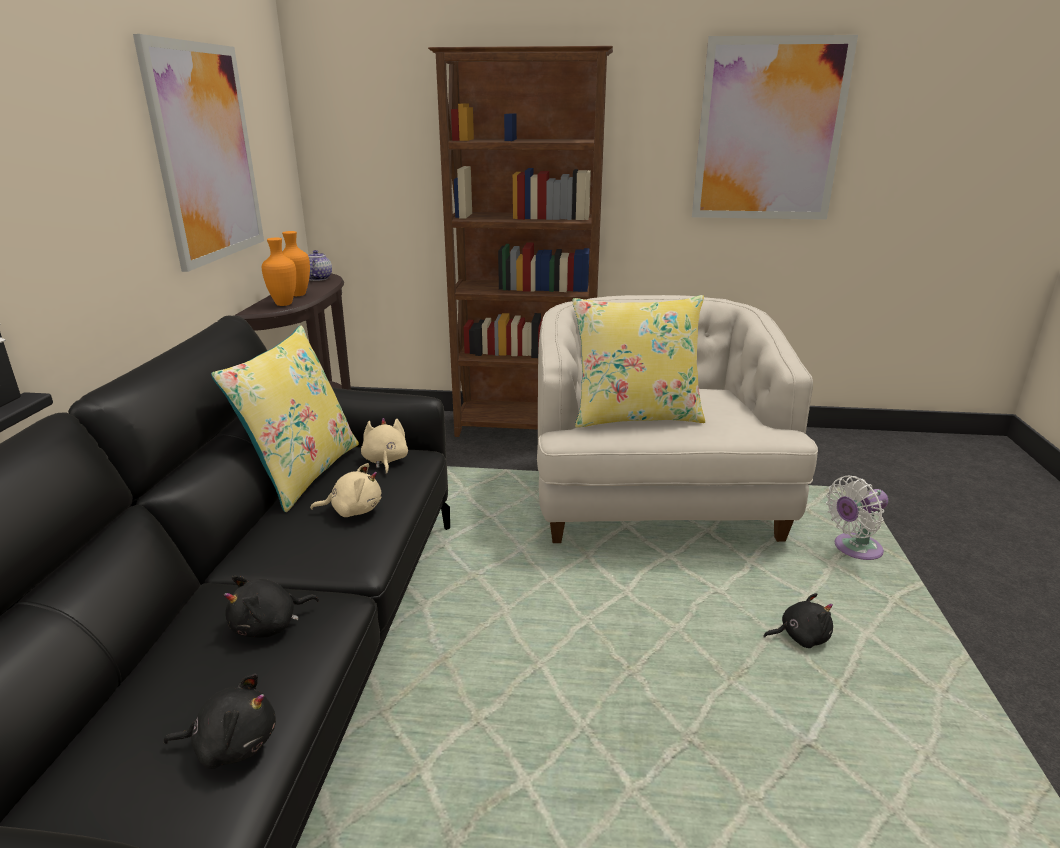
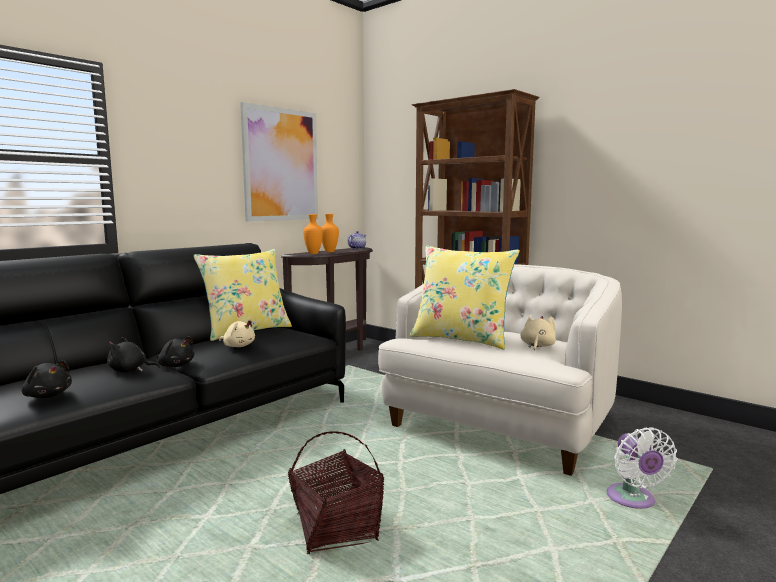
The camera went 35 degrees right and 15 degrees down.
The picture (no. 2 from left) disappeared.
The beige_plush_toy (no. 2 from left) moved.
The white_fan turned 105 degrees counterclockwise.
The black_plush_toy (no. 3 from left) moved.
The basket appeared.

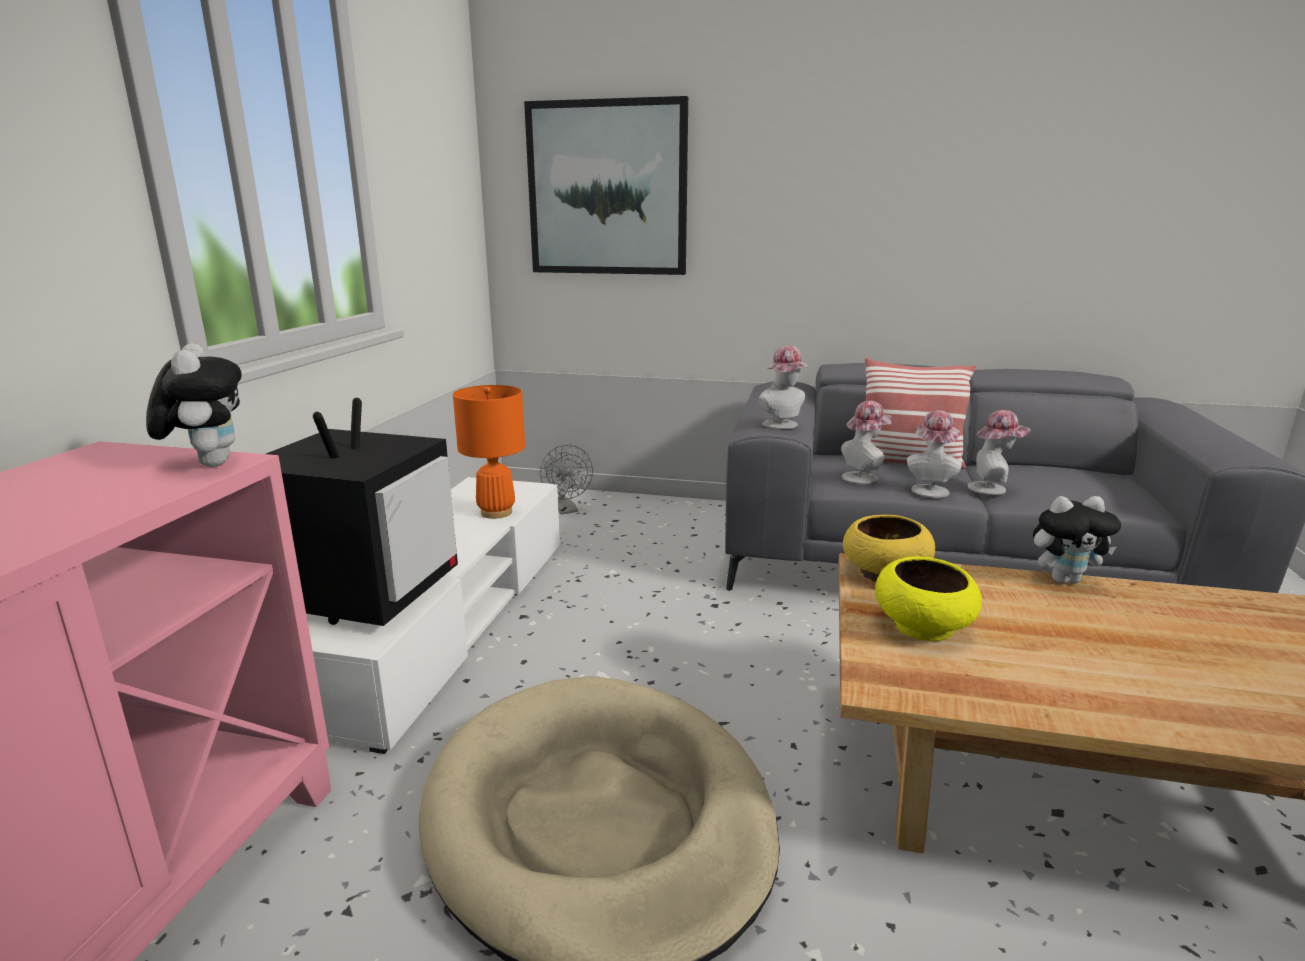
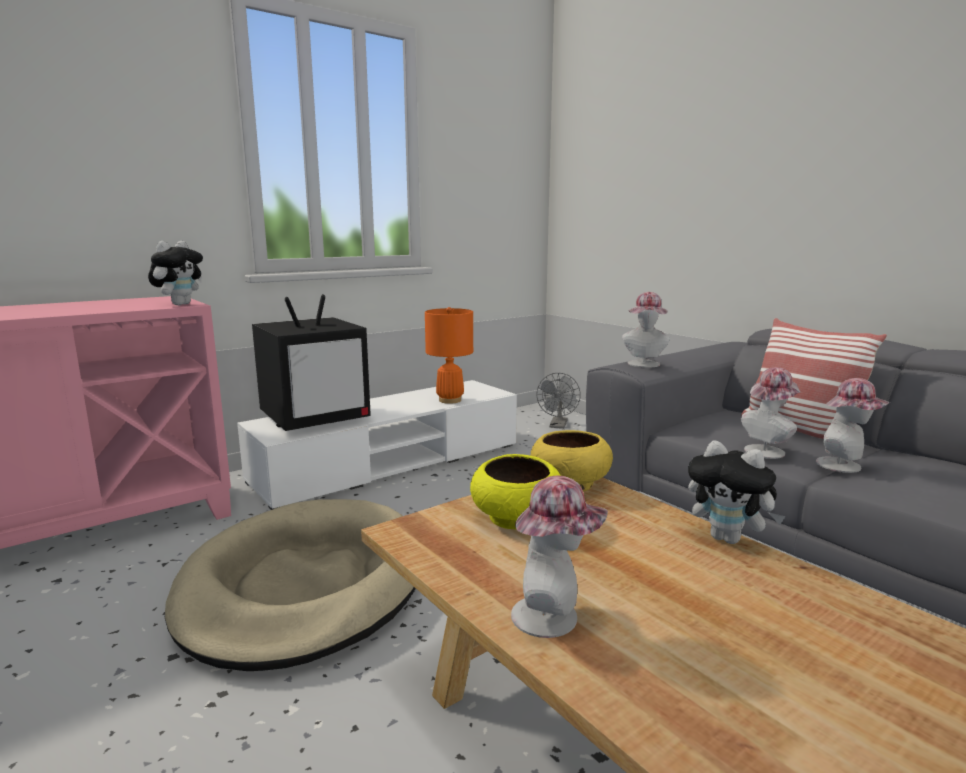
The camera went 40 degrees right and 5 degrees down.
The picture disappeared.
The hat (no. 2 from left in the first image) moved.

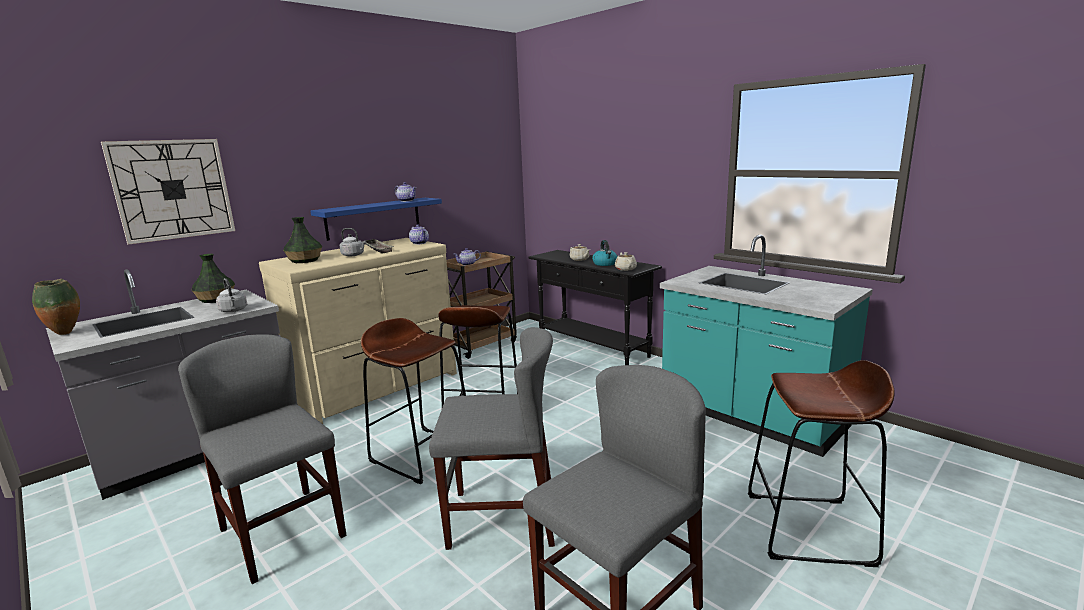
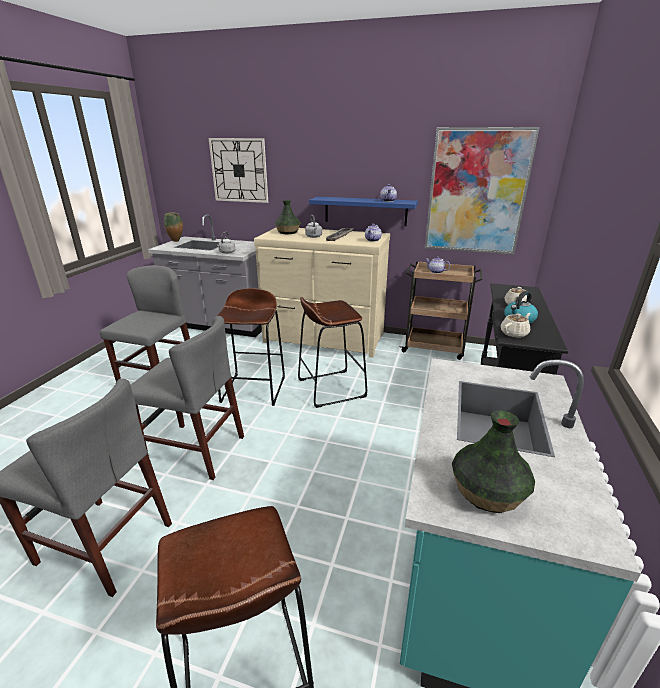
The camera went 60 degrees right and 10 degrees up.
The vase (no. 2 from left in the first image) moved.
The grey_chair (no. 2 from left in the first image) turned 45 degrees counterclockwise.
The picture appeared.

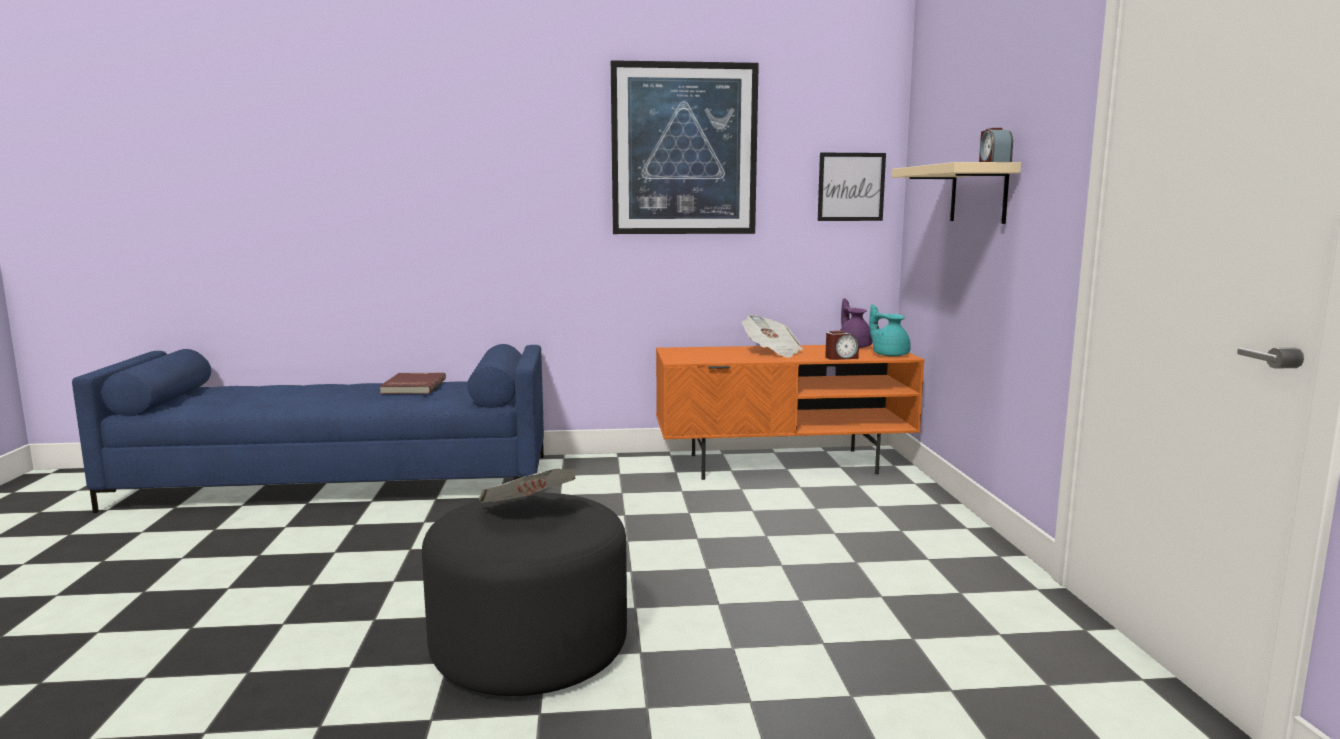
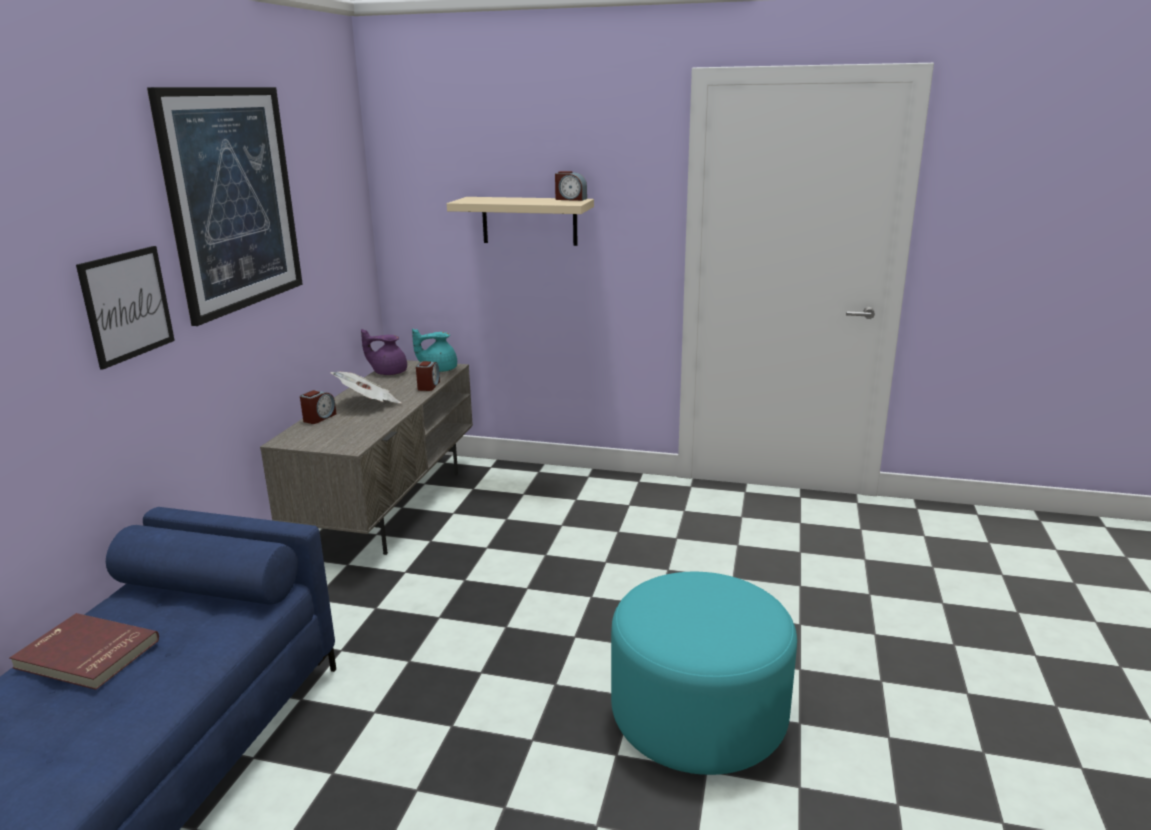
The camera went 70 degrees left and 10 degrees up.
The picture (no. 2 from left in the first image) moved.
The orange_tv_stand became the grey_tv_stand.
The newspaper (no. 1 from left) disappeared.
The black_ottoman became the turquoise_ottoman.
The alarm_clock (no. 1 from left) appeared.

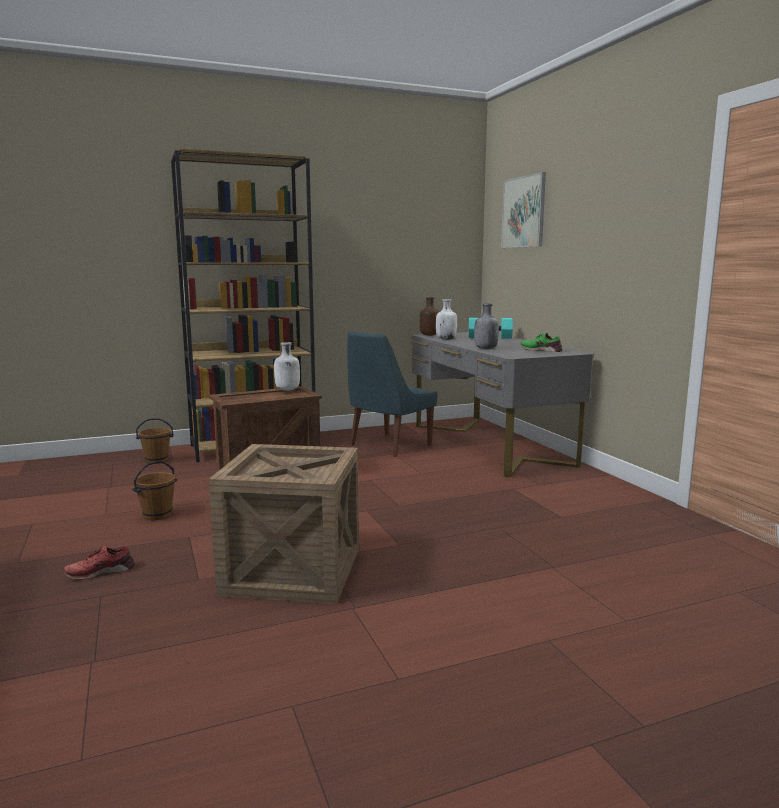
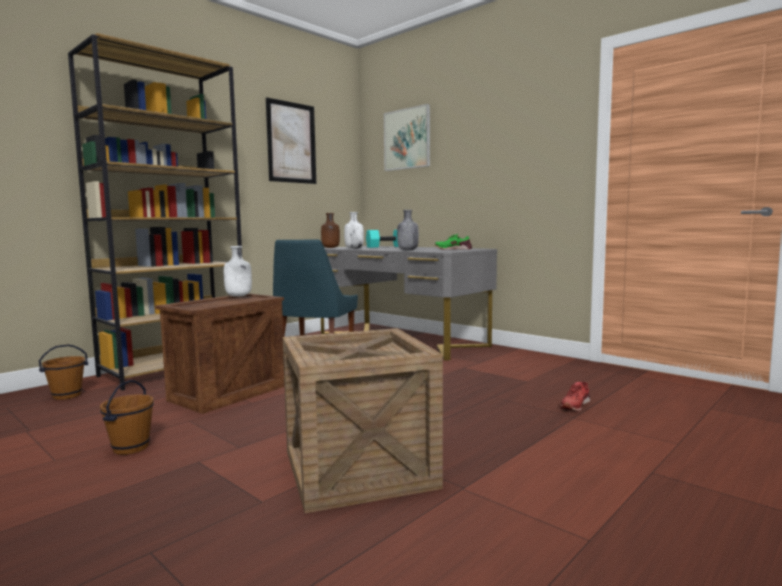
The camera went 25 degrees left and 5 degrees down.
The red_shoe moved.
The picture (no. 1 from left) appeared.

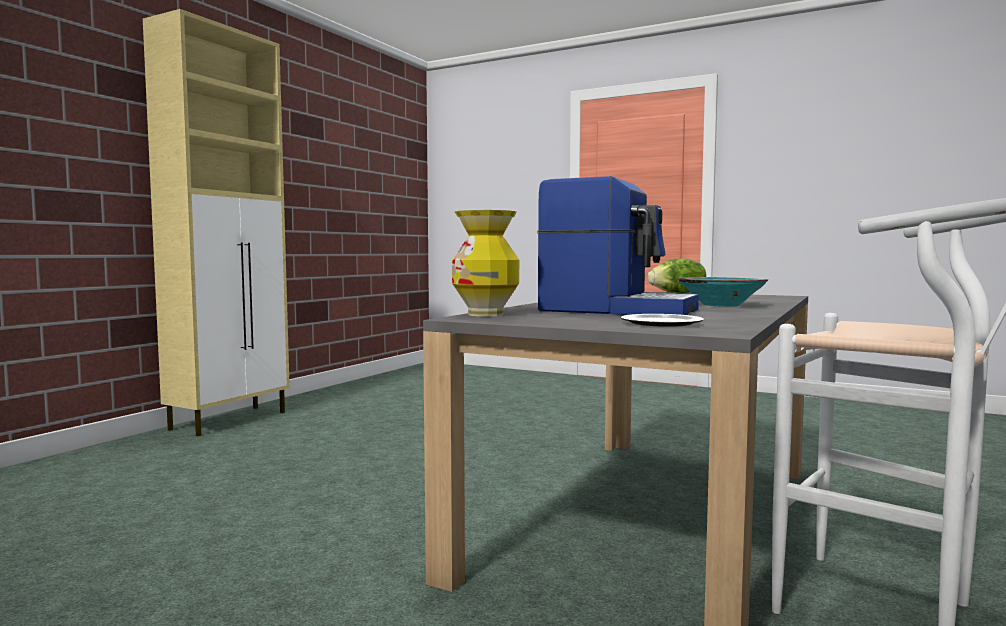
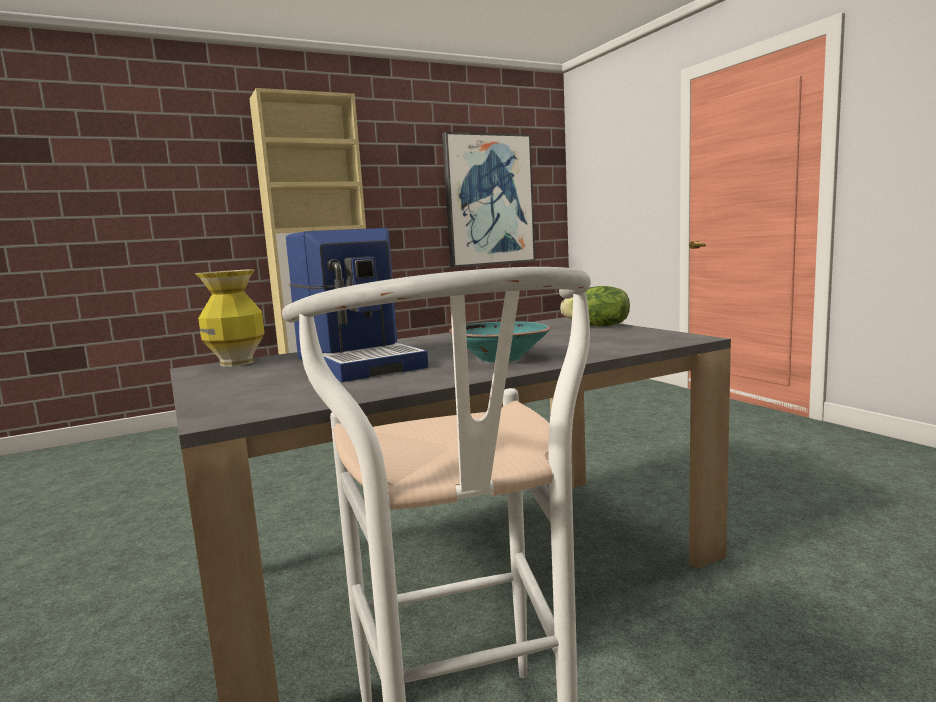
The camera went 35 degrees right and 5 degrees up.
The plate disappeared.
The picture appeared.

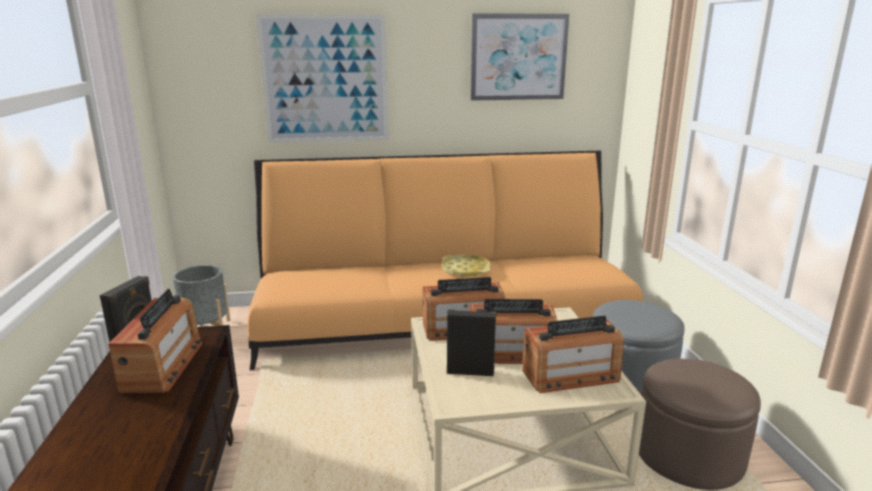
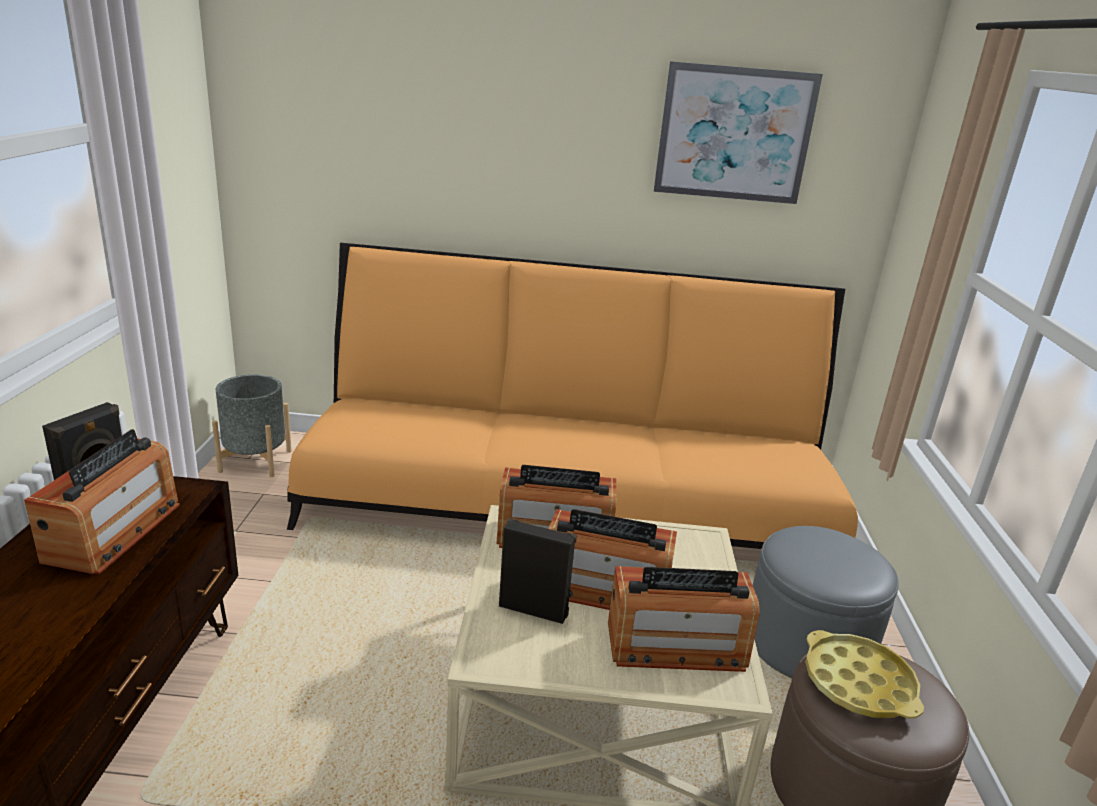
The camera went 10 degrees right and 5 degrees up.
The picture (no. 1 from left) disappeared.
The yellow_tray moved.

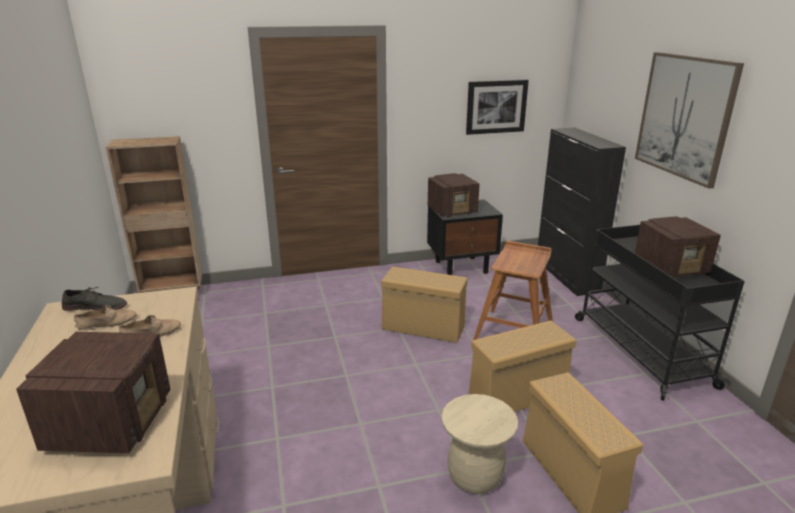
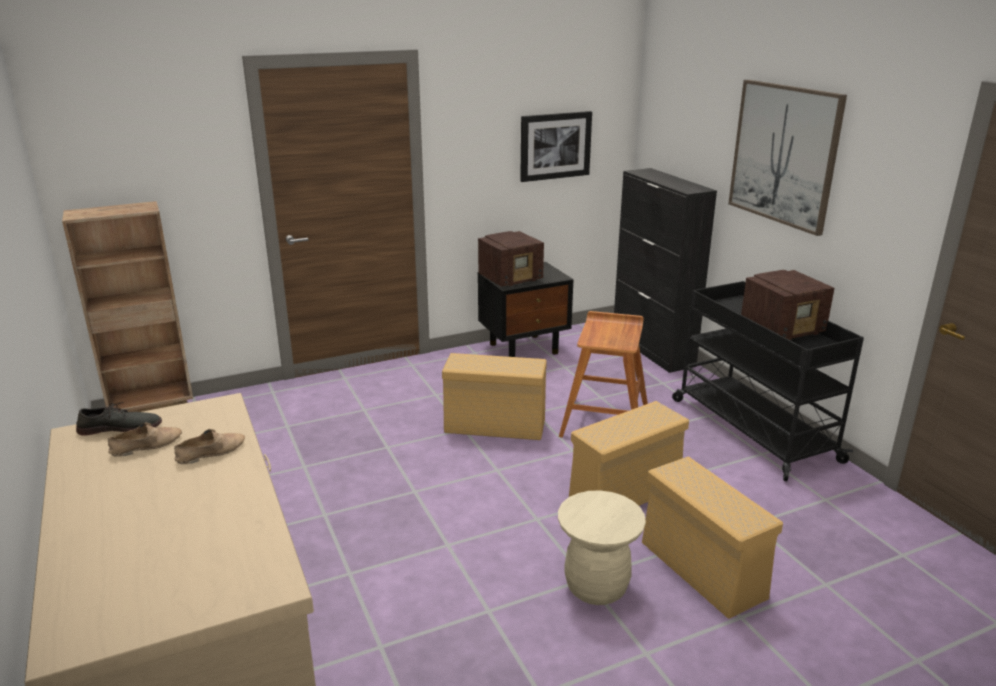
The camera went 10 degrees left and 0 degrees up.
The radio (no. 1 from left) disappeared.

